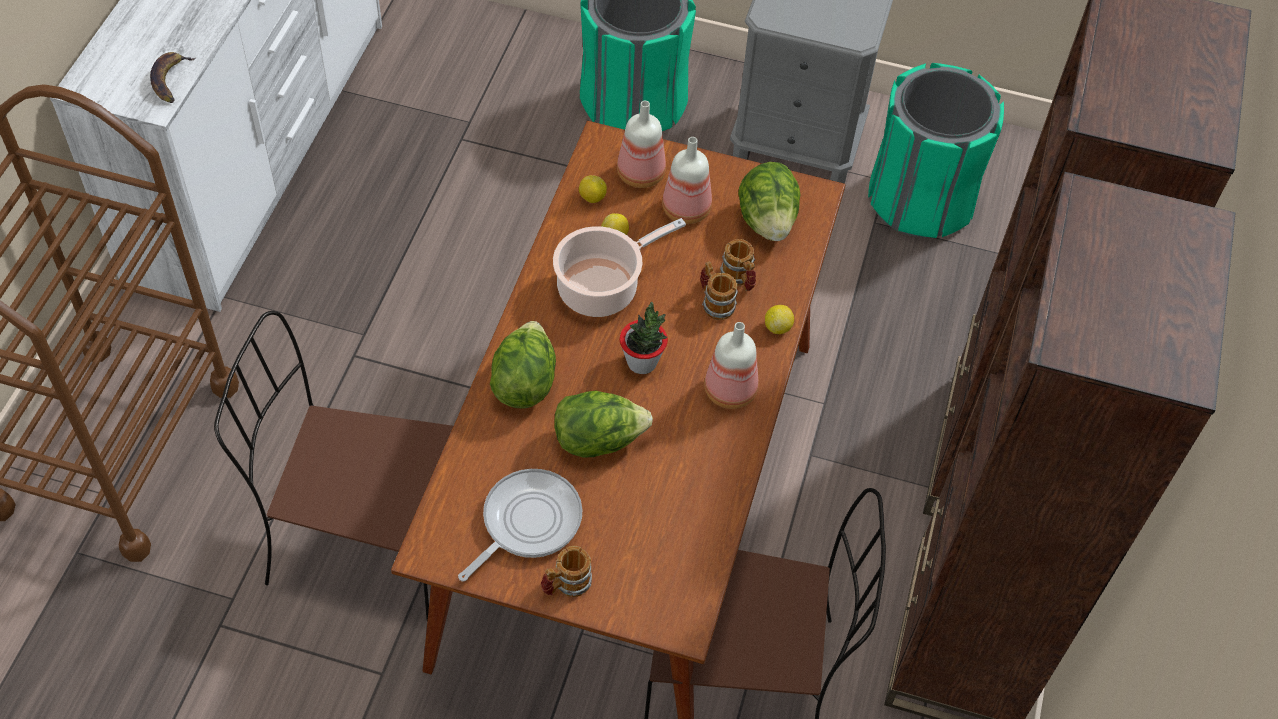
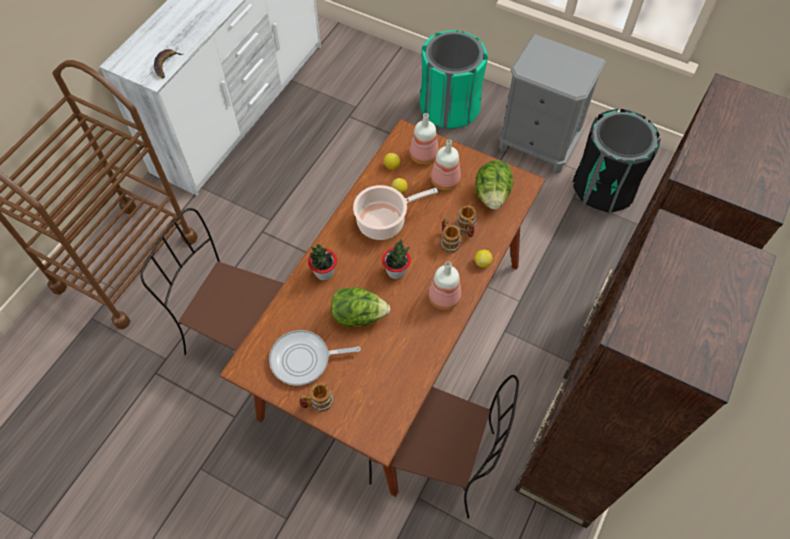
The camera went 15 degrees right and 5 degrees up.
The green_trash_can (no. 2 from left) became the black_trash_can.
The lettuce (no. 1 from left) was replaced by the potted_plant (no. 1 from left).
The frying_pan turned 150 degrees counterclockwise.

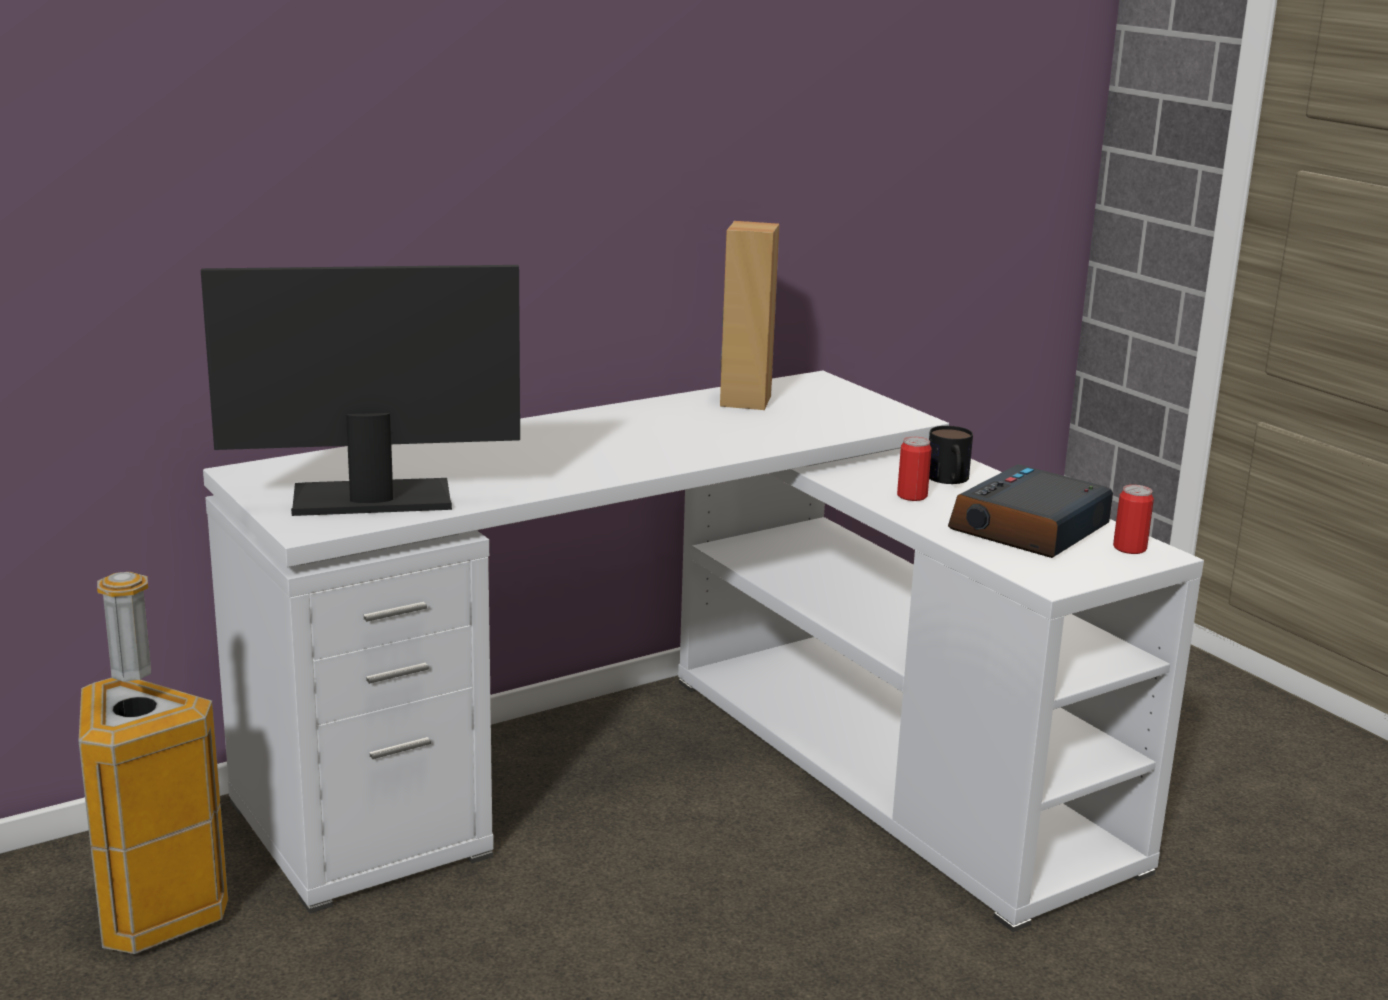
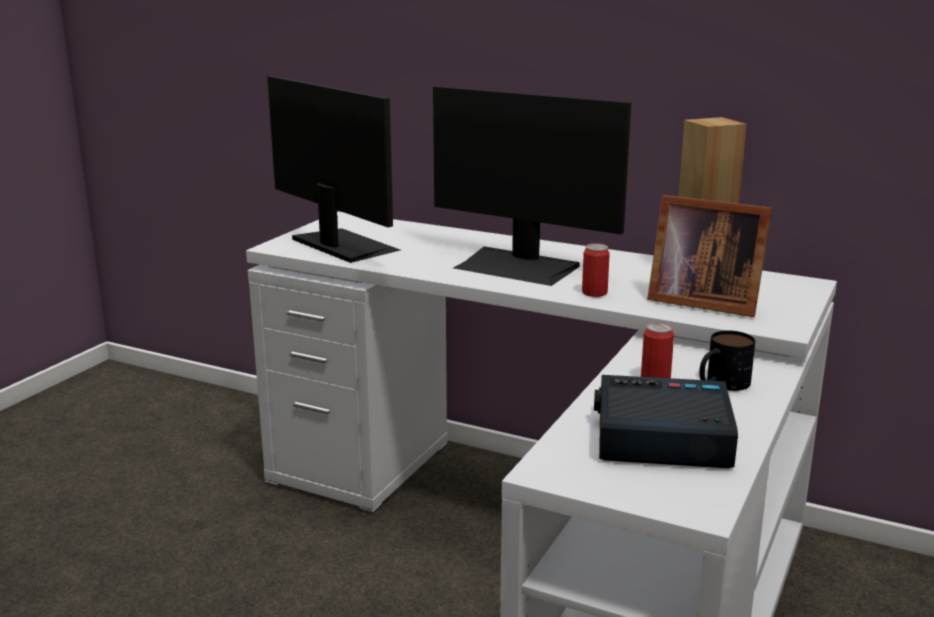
The camera went 60 degrees right and 0 degrees up.
The can (no. 2 from left in the first image) moved.
The trash_can disappeared.
The monitor (no. 2 from left) appeared.
The picture_frame appeared.

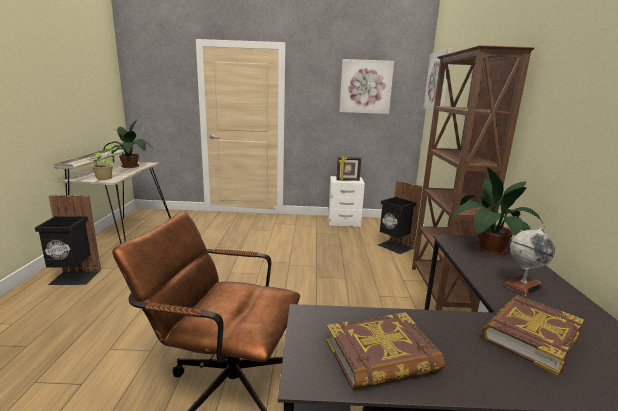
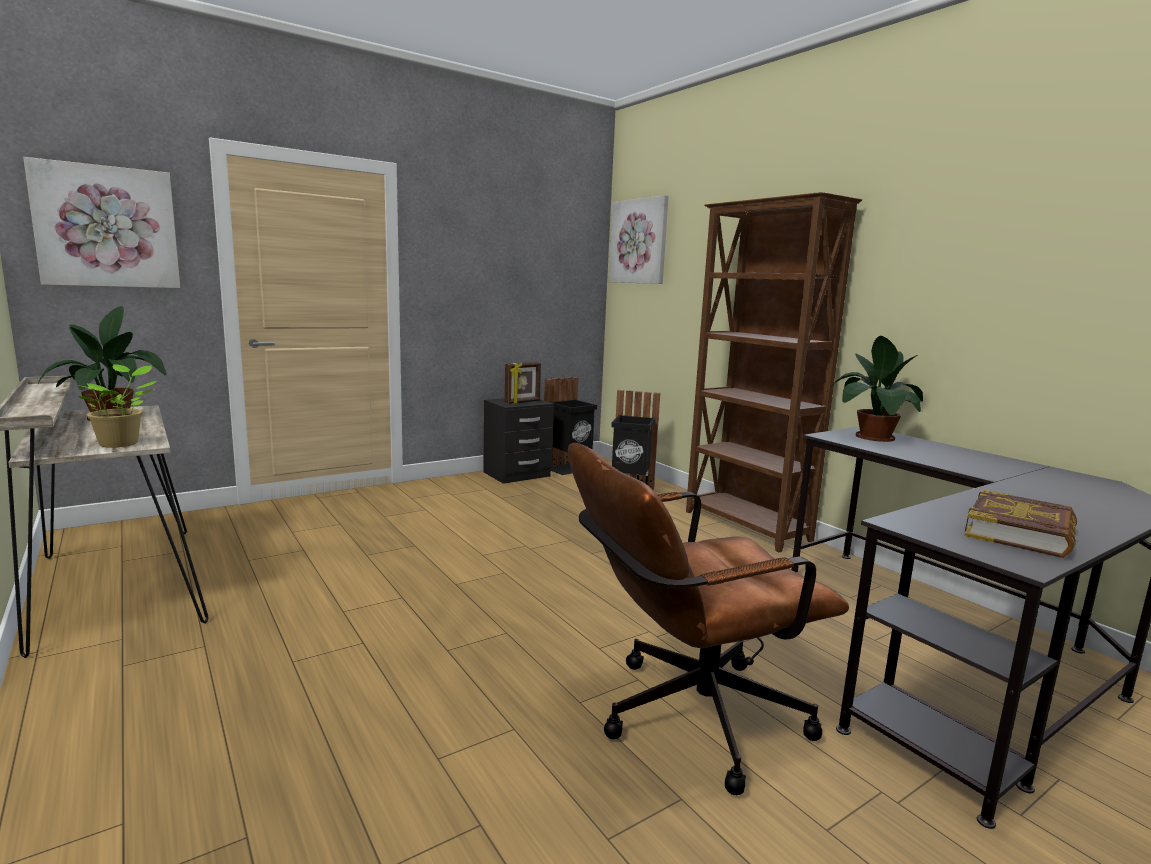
The camera went 35 degrees left and 5 degrees down.
The picture (no. 1 from left) moved.
The white_nightstand became the black_nightstand.
The black_trash_can (no. 1 from left) moved.
The globe disappeared.
The book (no. 2 from left) disappeared.

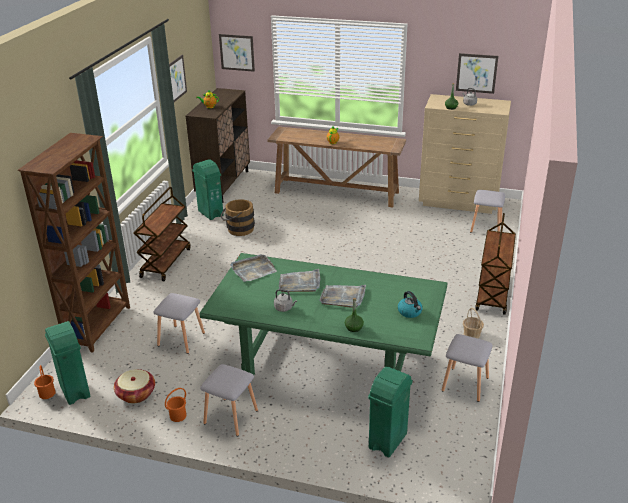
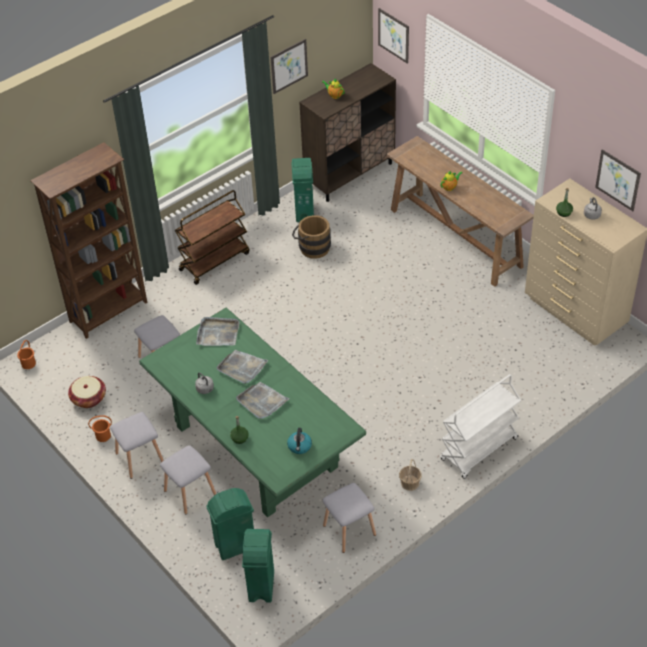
The camera went 35 degrees right and 15 degrees up.
The grey_stool (no. 4 from left in the first image) moved.
The brown_cart (no. 2 from left) became the white_cart.
The green_trash_can (no. 1 from left in the first image) moved.

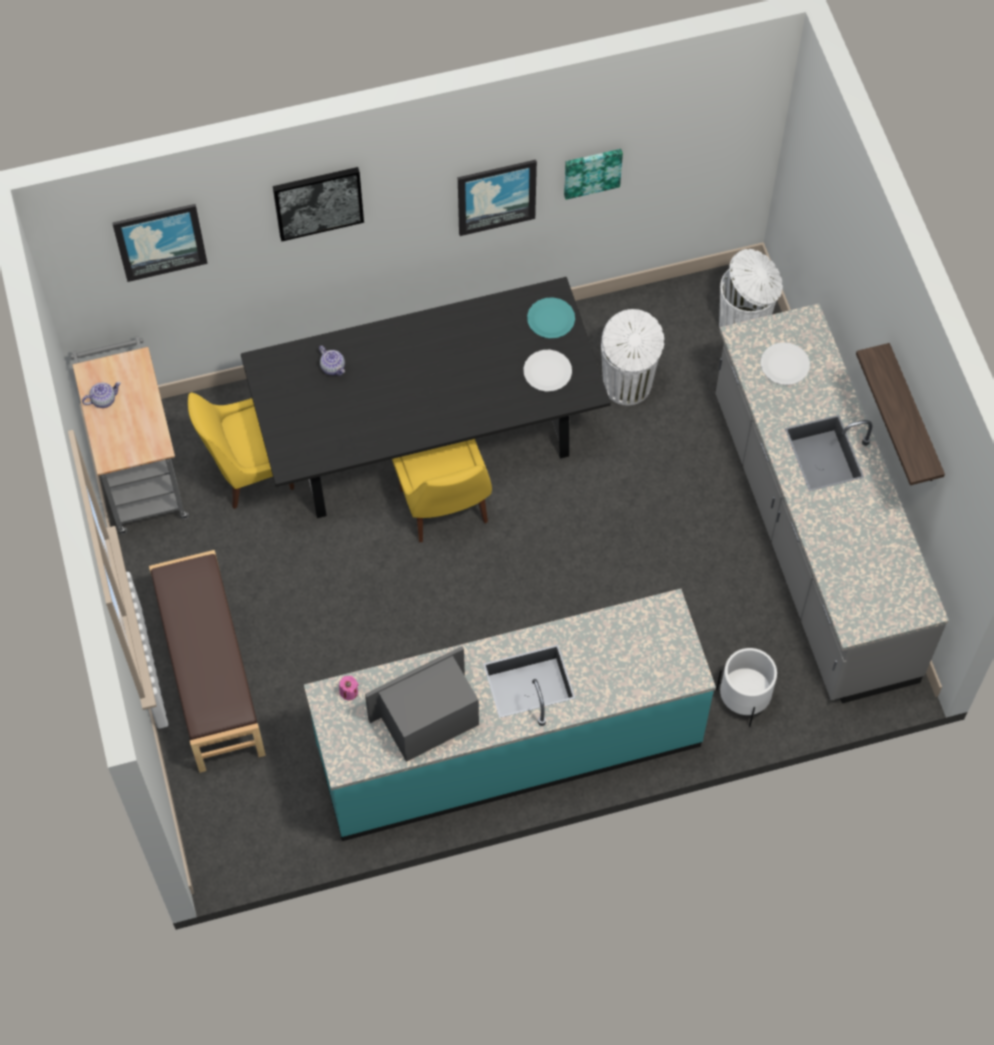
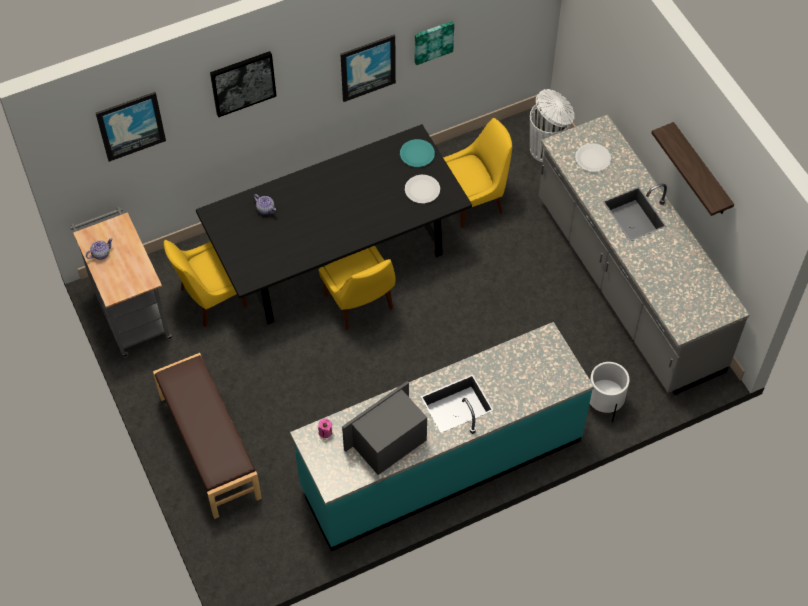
The camera went 10 degrees left and 5 degrees down.
The white_trash_can (no. 1 from left) was replaced by the yellow_chair (no. 3 from left).

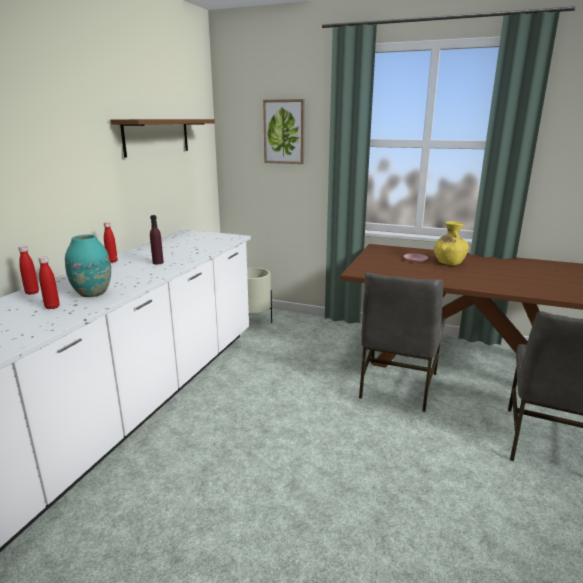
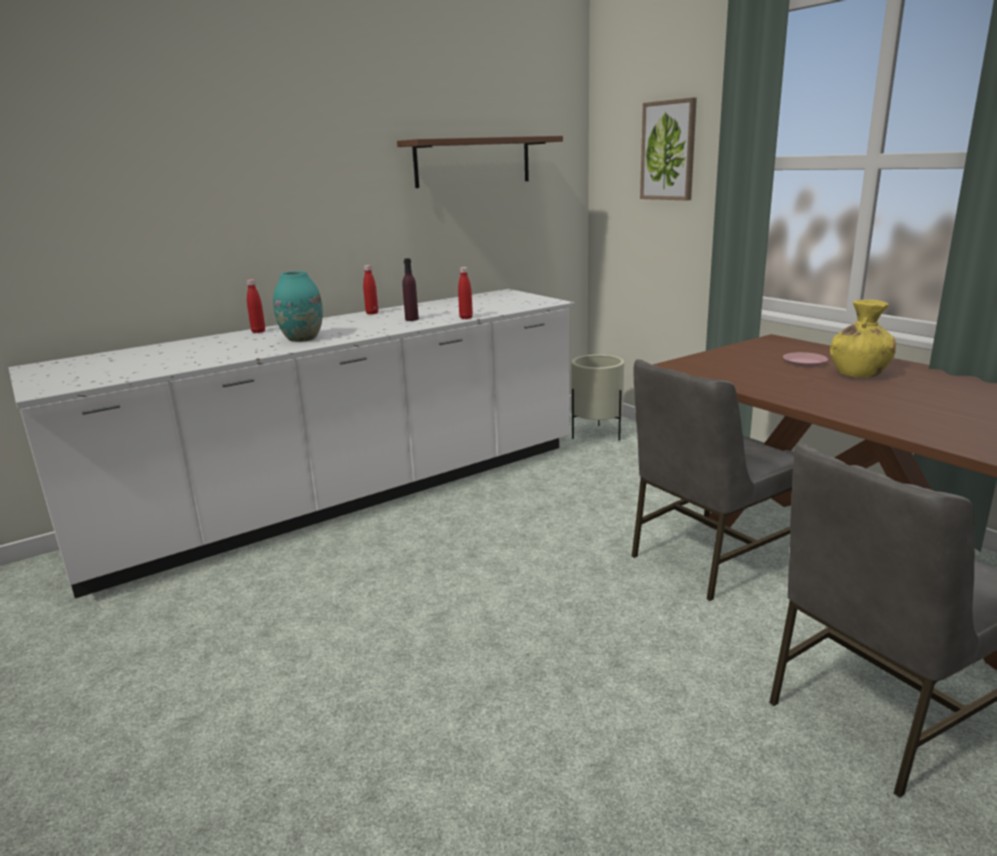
The camera went 35 degrees right and 0 degrees up.
The red_bottle (no. 2 from left in the first image) moved.

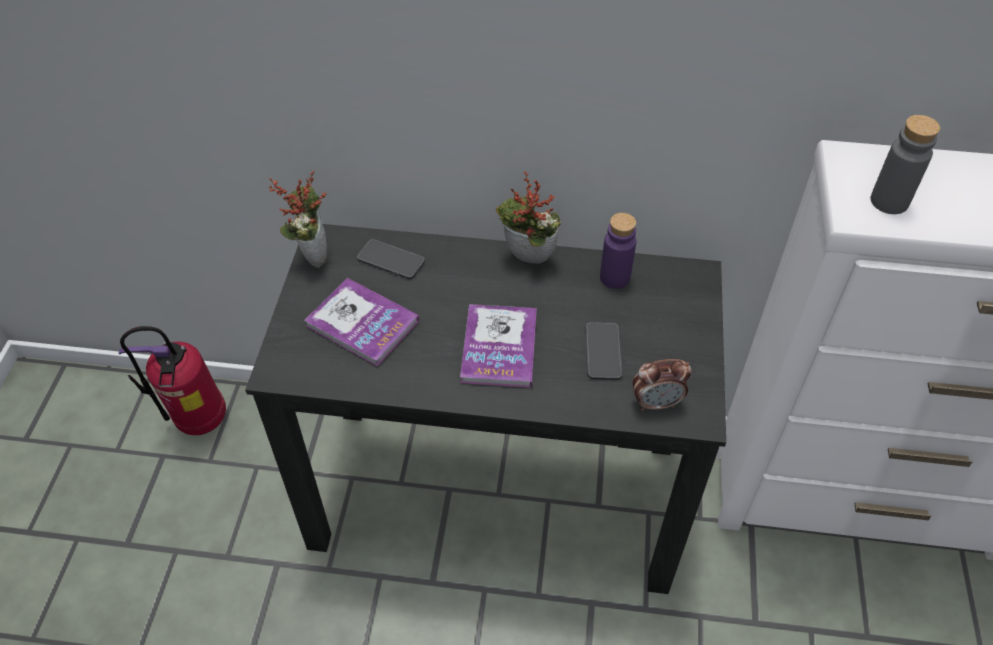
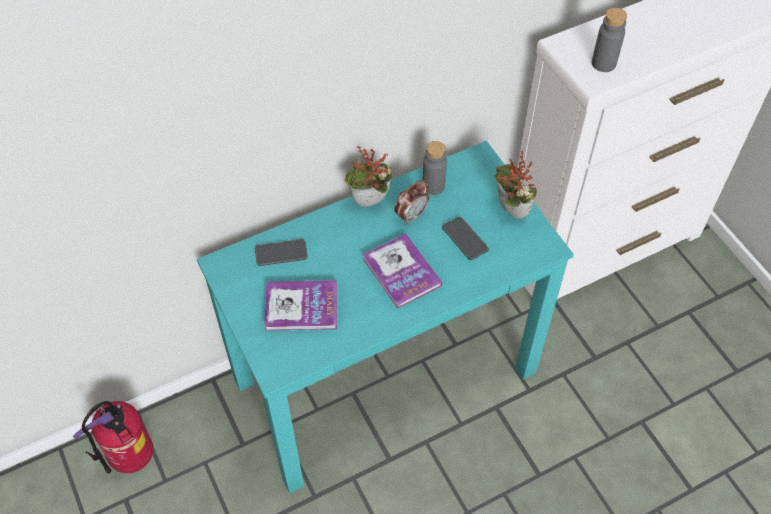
The camera went 35 degrees left and 5 degrees up.
The potted_plant (no. 1 from left in the first image) moved.
The purple_bottle became the grey_bottle (no. 1 from left).
The black_desk became the turquoise_desk.
The alarm_clock moved.

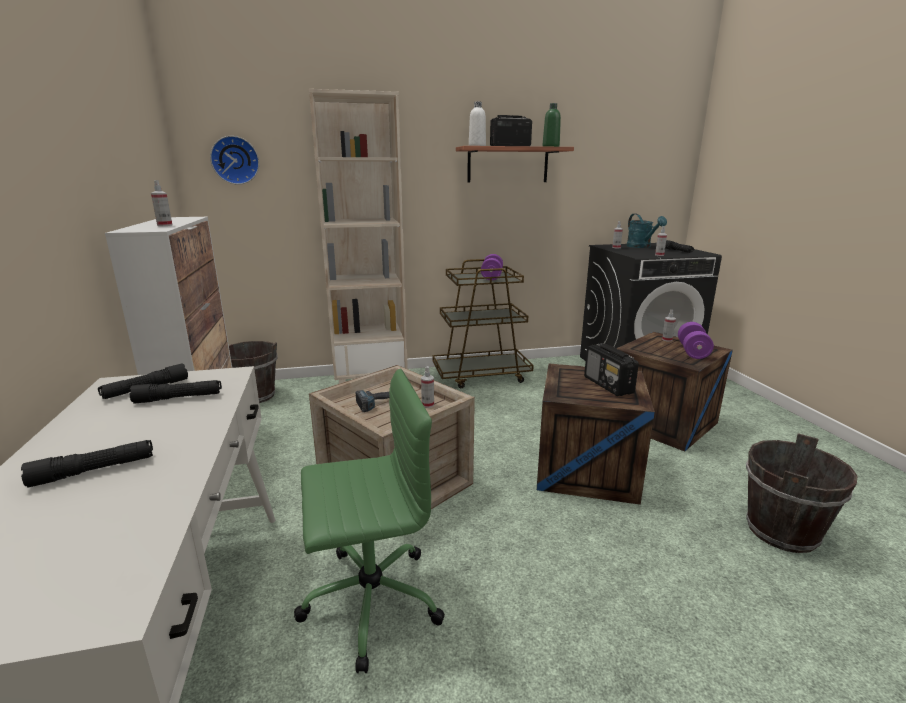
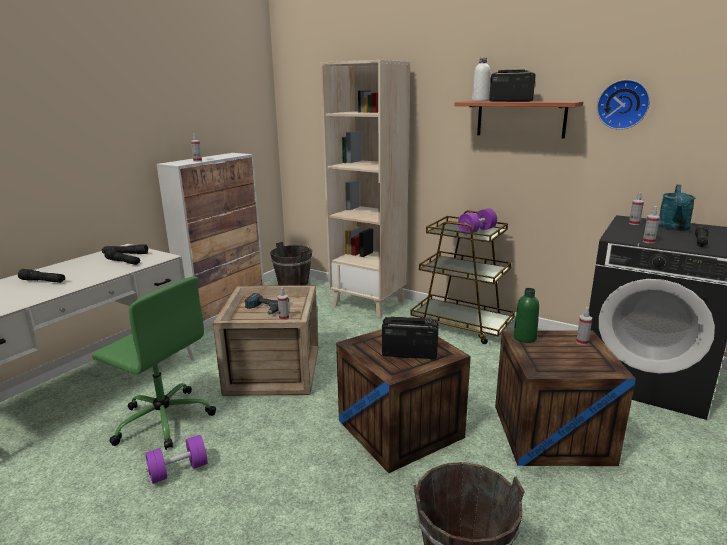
The camera went 45 degrees right and 0 degrees up.
The green_bottle moved.
The wall_clock moved.
The purple_dumbbell (no. 2 from left in the first image) moved.
The radio (no. 2 from left in the first image) turned 75 degrees clockwise.

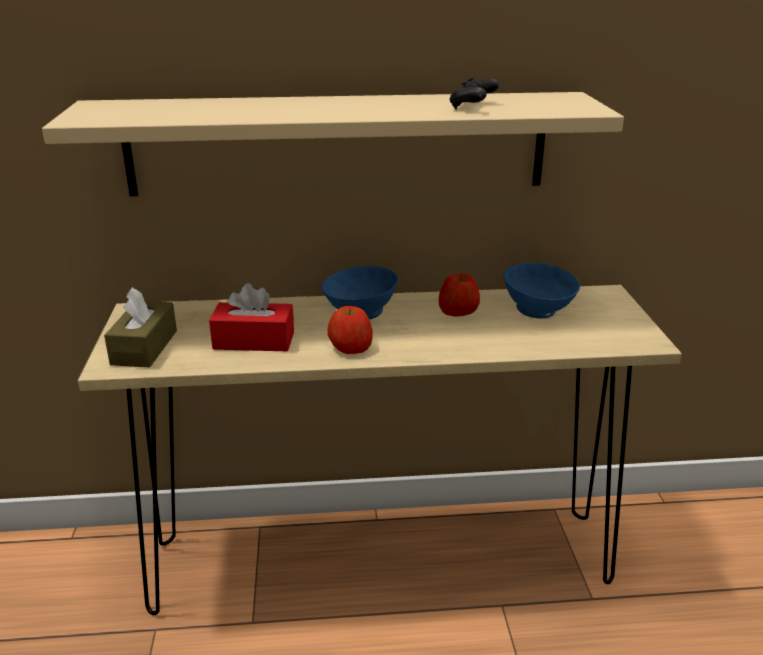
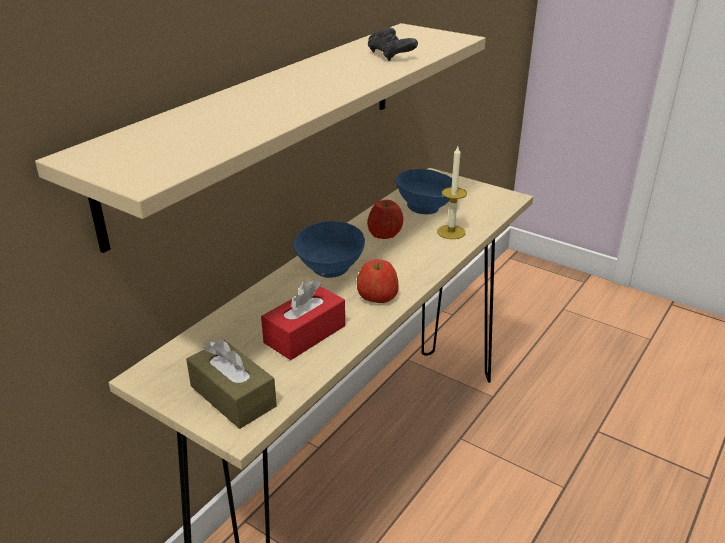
The camera went 50 degrees left and 5 degrees up.
The candle appeared.

